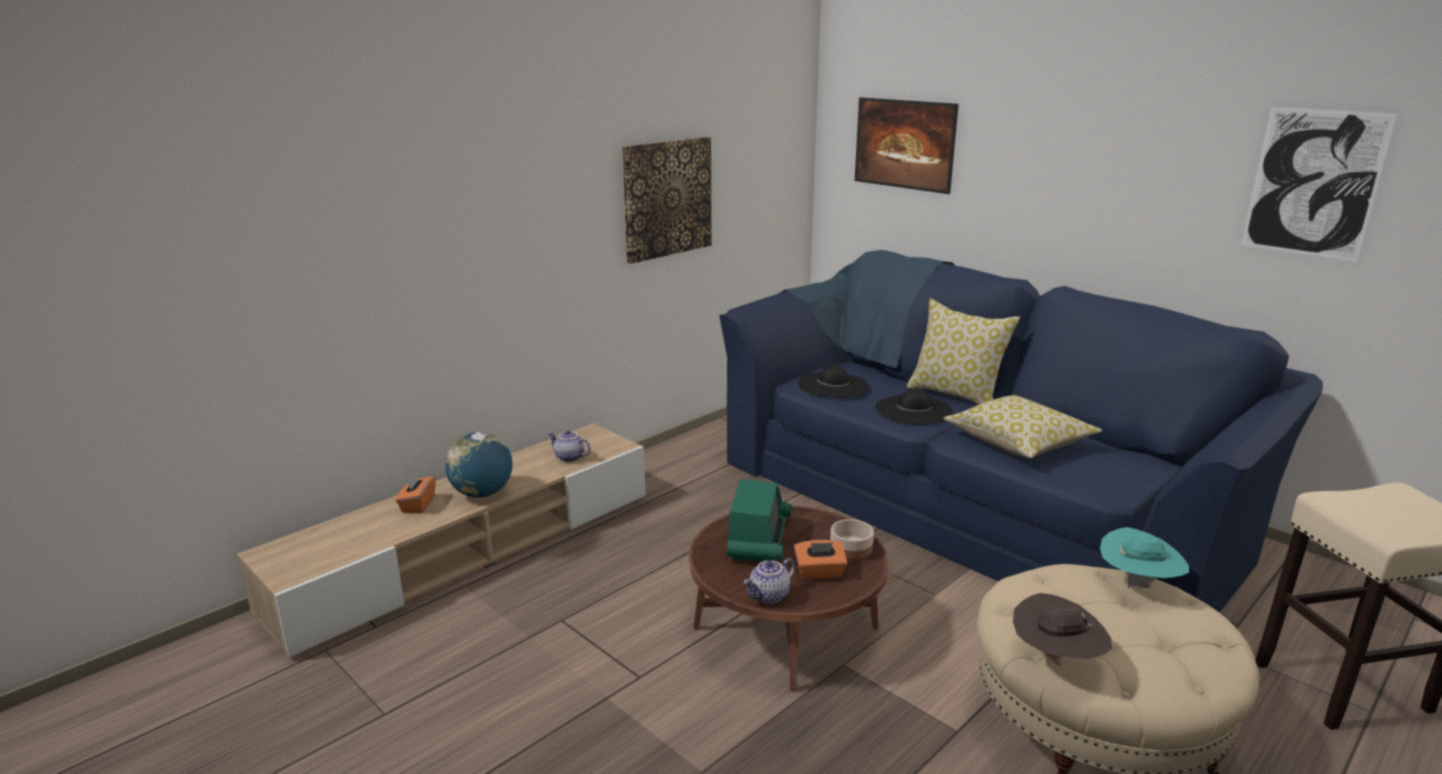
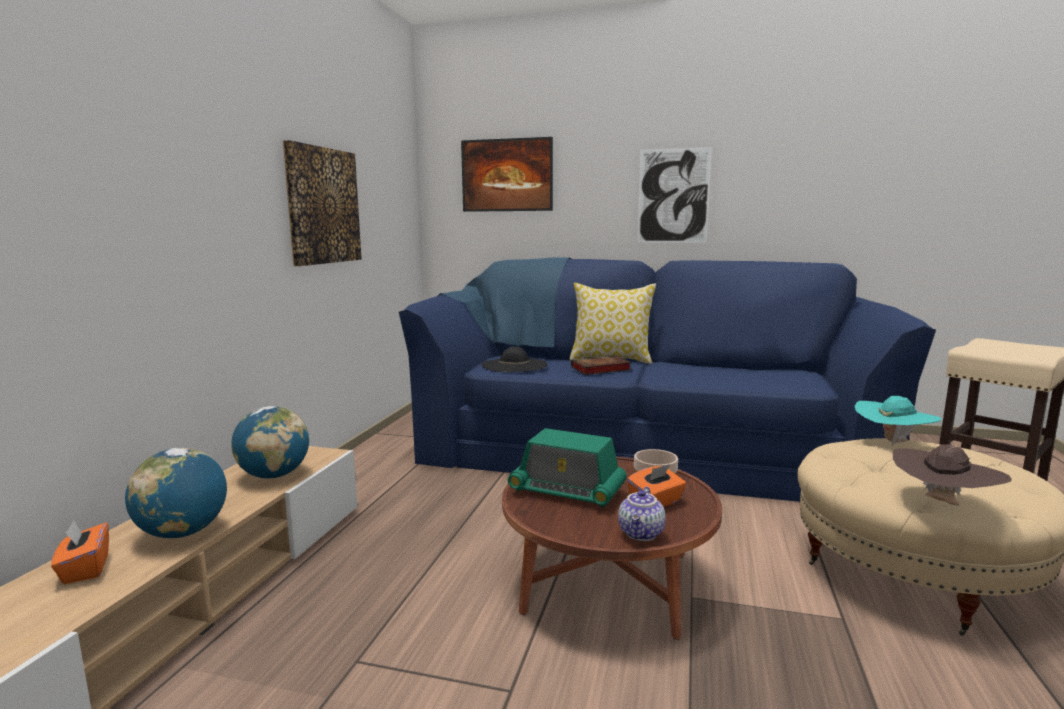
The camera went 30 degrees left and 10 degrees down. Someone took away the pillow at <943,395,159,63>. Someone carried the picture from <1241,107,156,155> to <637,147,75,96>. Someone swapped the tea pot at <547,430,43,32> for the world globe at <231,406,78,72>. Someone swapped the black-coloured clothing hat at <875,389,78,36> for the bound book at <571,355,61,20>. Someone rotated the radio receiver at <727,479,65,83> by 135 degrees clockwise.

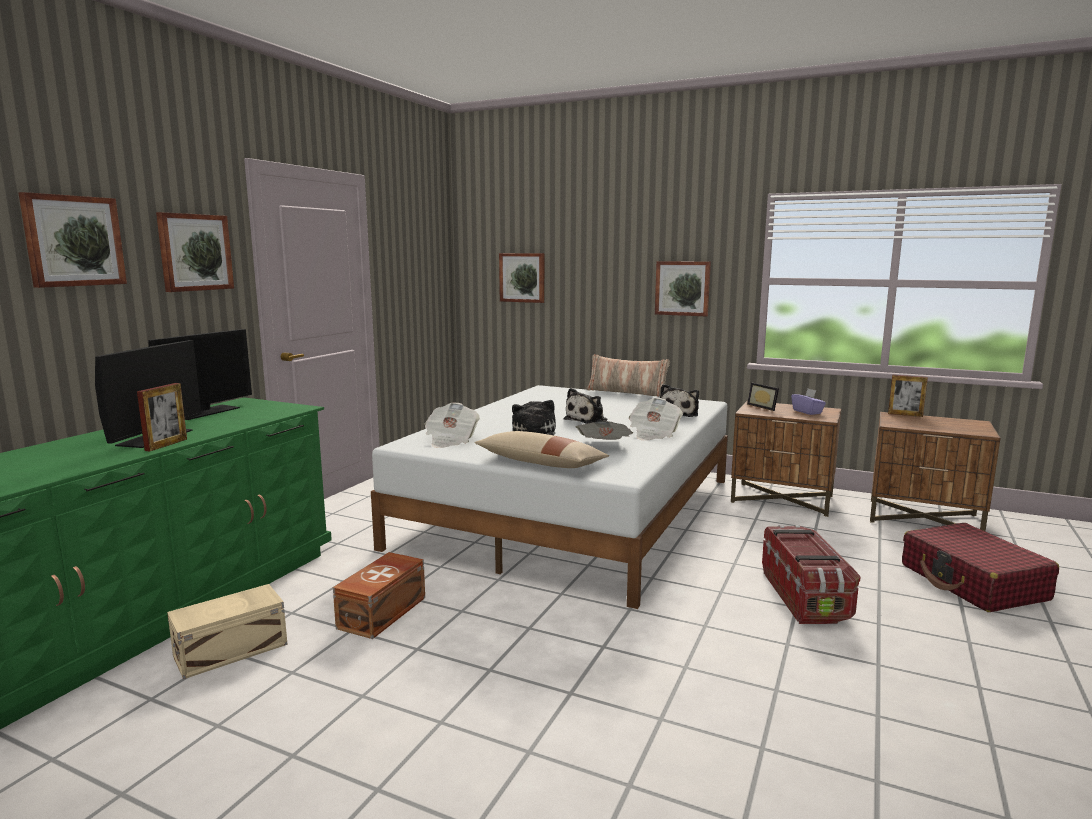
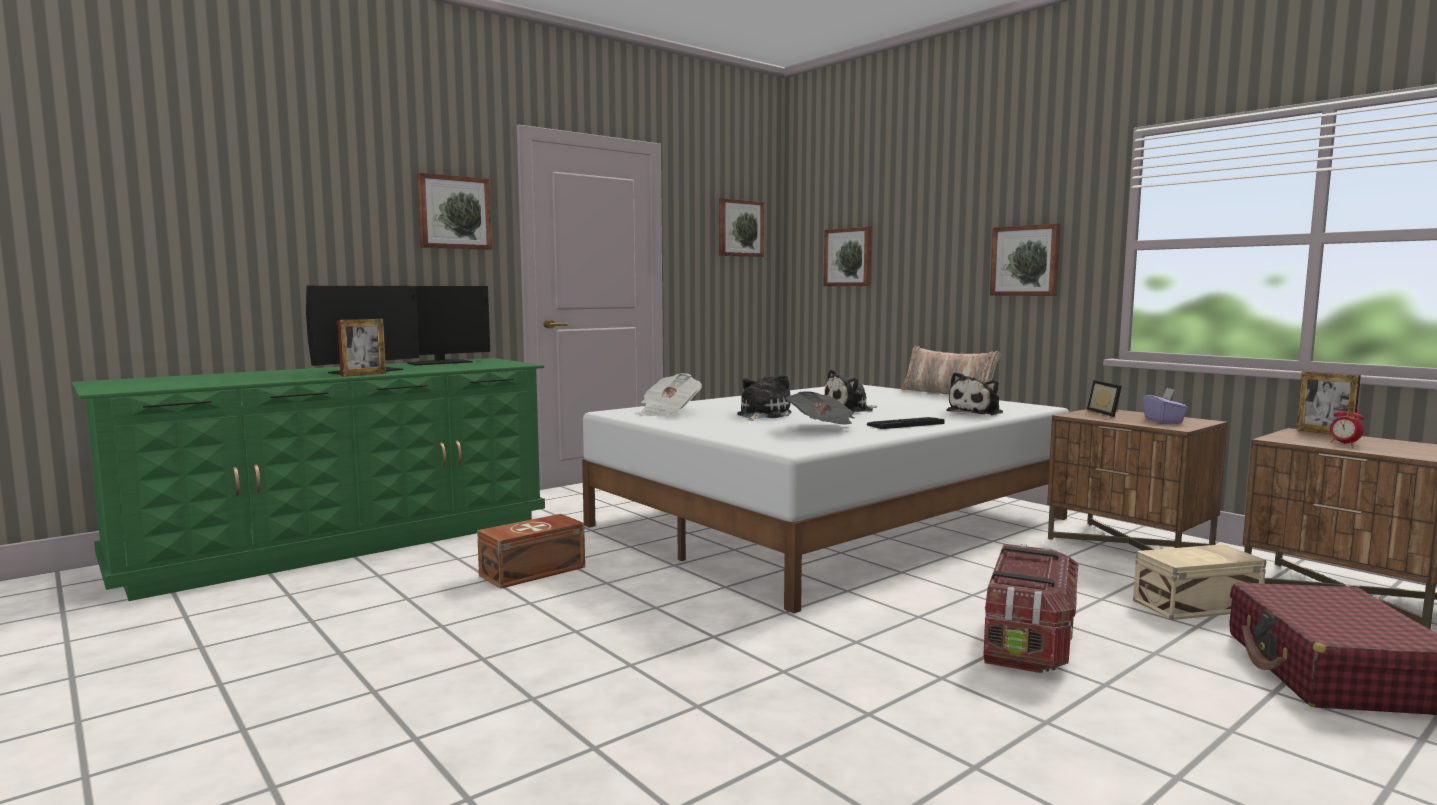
The camera went 25 degrees right and 5 degrees down. Someone took away the beige-coloured pillow at <475,431,134,37>. Someone put down the alarm clock at <1330,405,34,41>. Someone carried the picture from <18,192,109,96> to <719,198,45,59>. Someone carried the beige-coloured storage box from <167,584,121,95> to <1133,544,133,76>. Someone swapped the printed paper at <629,398,54,43> for the PC keyboard at <867,417,78,12>.

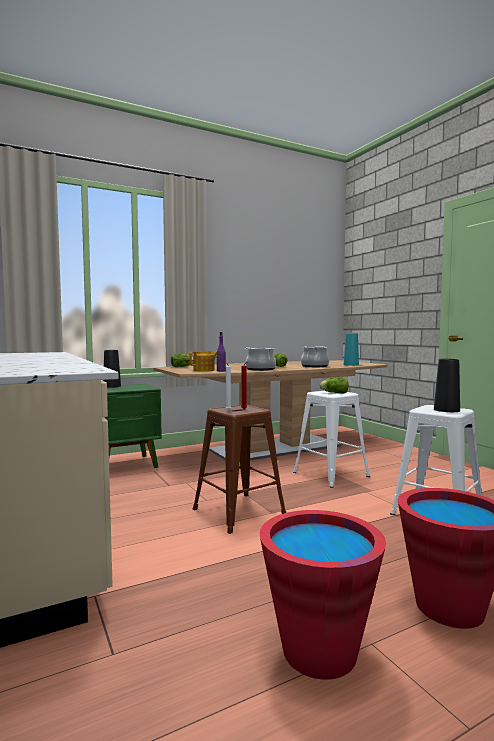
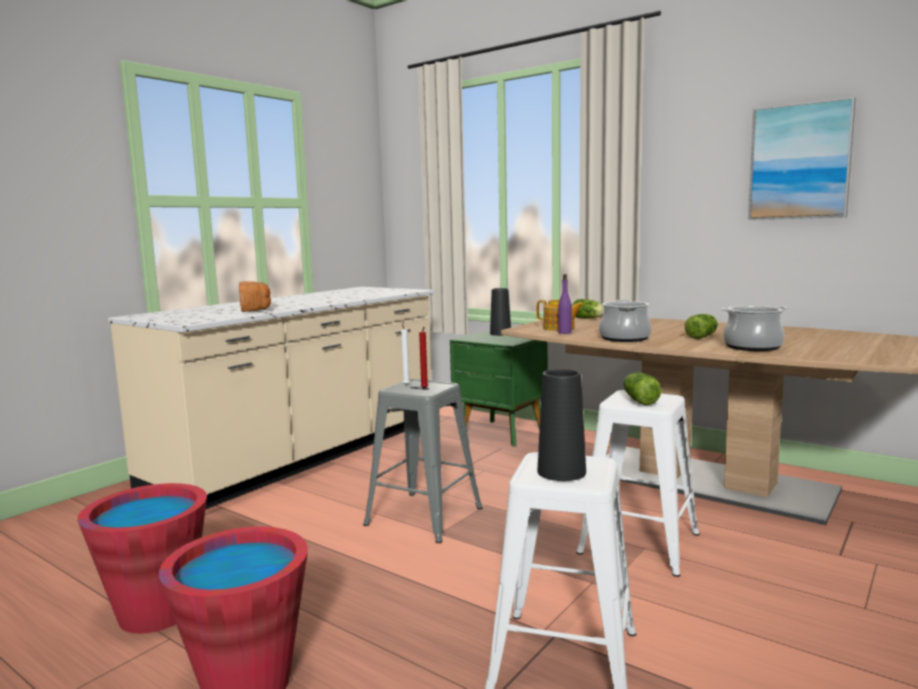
The camera went 65 degrees right and 5 degrees up. Someone took away the blue-green decorative vase at <344,333,15,33>. Someone put down the bread at <239,281,32,31>. Someone put up the picture at <748,97,108,123>. Someone repainted the brown stool at <192,405,94,129>, which became the gray stool at <363,379,120,164>.

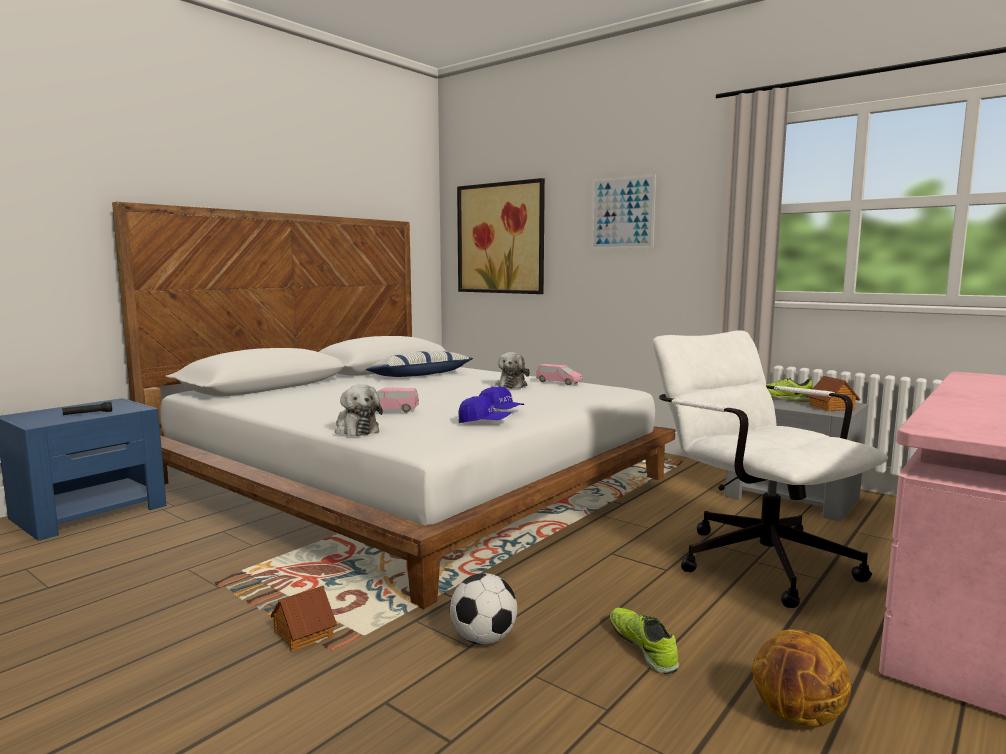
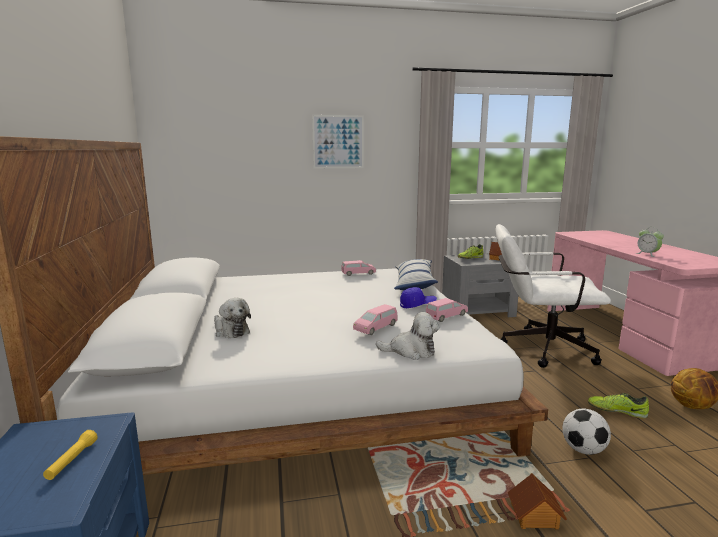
The camera went 50 degrees left and 5 degrees up. Someone took away the picture at <457,178,88,116>. Someone put down the alarm clock at <636,227,28,30>. Someone carried the pillow from <366,351,107,26> to <394,259,44,31>. Someone carried the cuddly toy from <495,352,35,37> to <214,298,37,40>. Someone swapped the bluish baseball cap at <459,396,53,27> for the pink-coloured toy car at <426,298,42,24>. Someone repainted the black-coloured torch at <62,402,50,13>, which became the yellow-coloured torch at <43,430,55,50>.

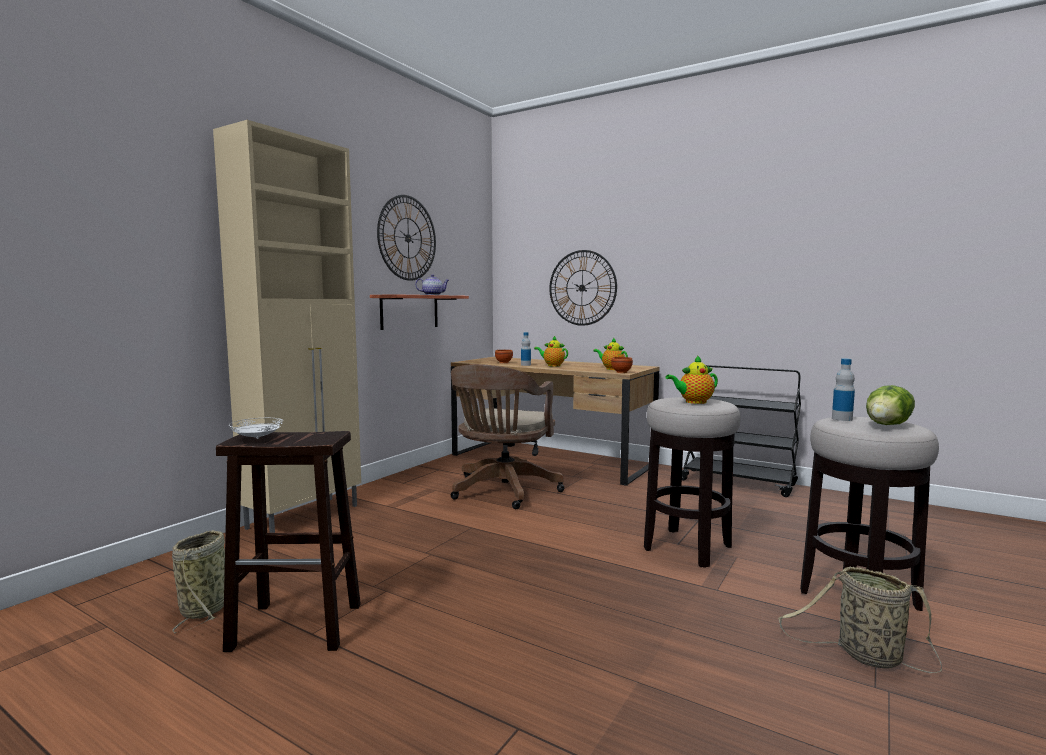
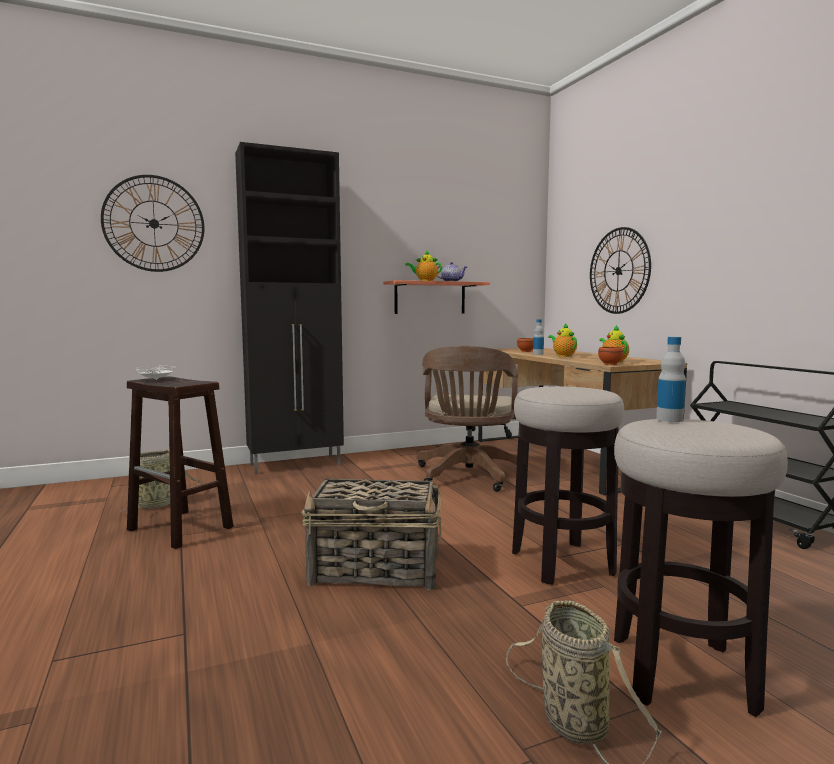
The camera went 35 degrees right and 0 degrees up. Someone took away the lettuce at <866,385,49,40>. Someone put down the basket at <301,479,140,111>. Someone carried the wall clock from <377,195,59,86> to <101,175,103,97>. Someone carried the tea pot from <665,355,53,49> to <405,250,37,31>. Someone repainted the beige-coloured cupboard at <213,120,148,413>, which became the black-coloured cupboard at <235,142,109,332>. Someone rotated the brown office chair at <451,364,114,145> by 45 degrees counterclockwise.

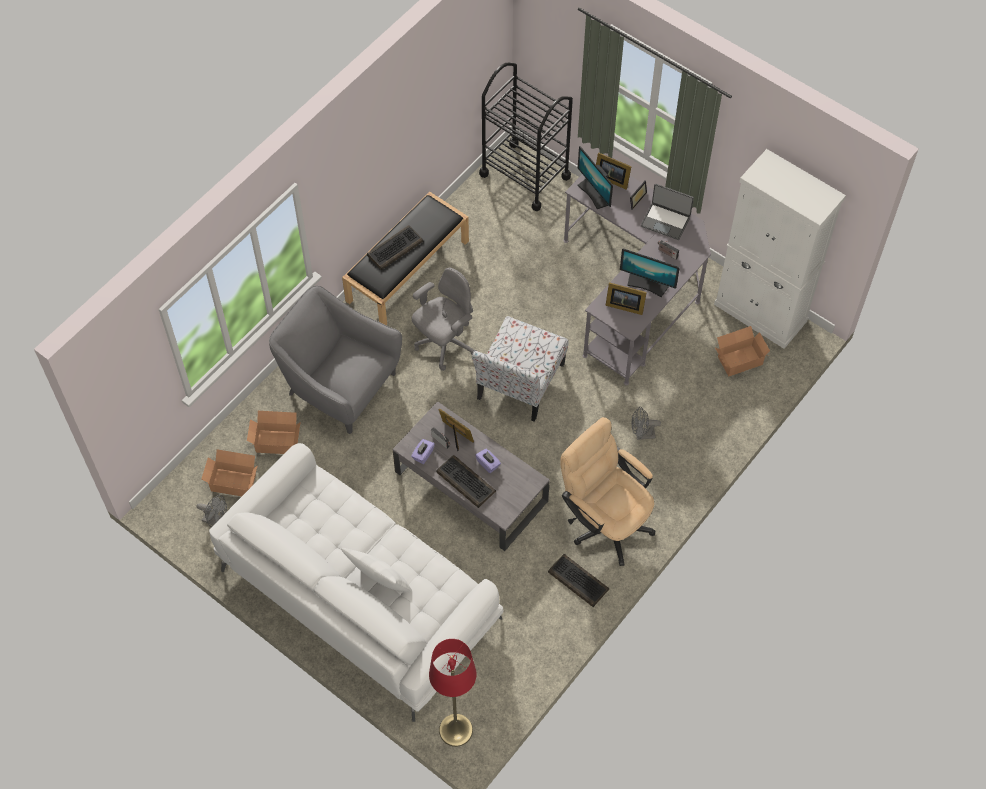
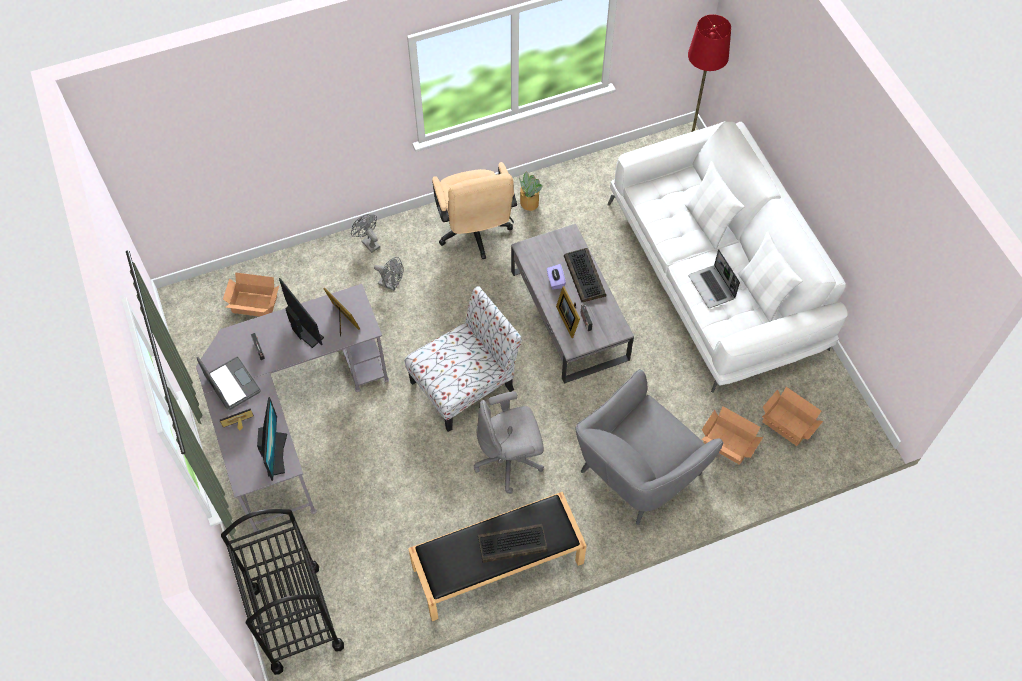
The camera went 150 degrees left and 0 degrees up. Someone took away the purple tissue holder at <411,439,24,25>. Someone took away the standing frame at <596,152,36,38>. Someone took away the whitish cupboard at <714,149,132,200>. Someone put down the portable computer at <689,249,51,59>. Someone put down the whitish pillow at <738,232,64,89>. Someone carried the gray electric fan from <197,495,30,32> to <351,214,29,39>. Someone swapped the PC keyboard at <548,554,62,53> for the houseplant at <519,171,23,40>. Someone rotated the gray armchair at <269,285,133,149> by 75 degrees clockwise.

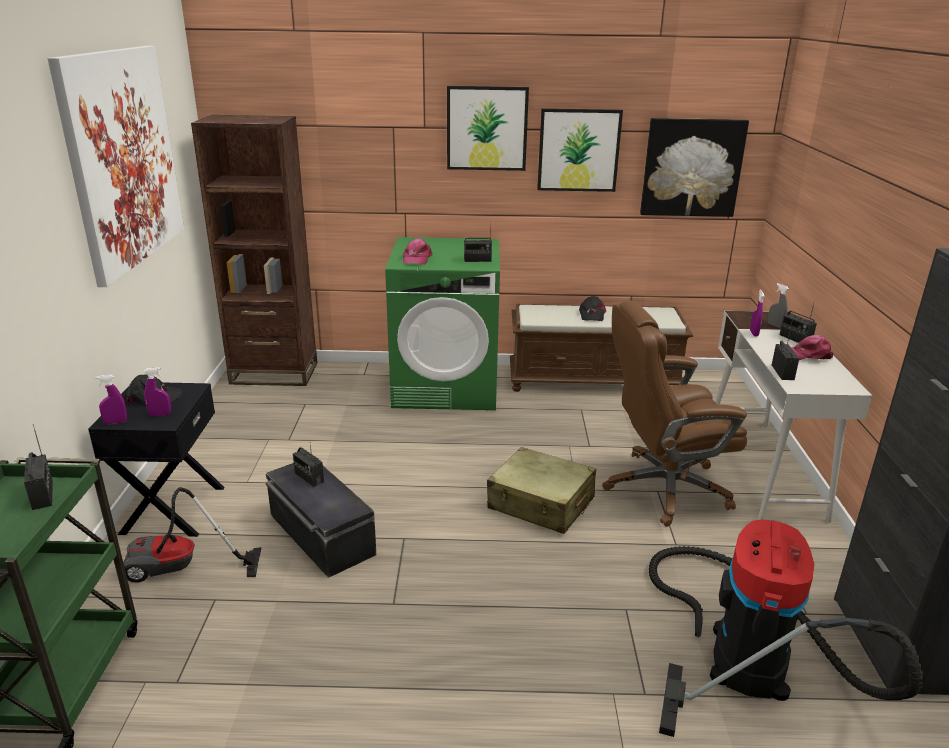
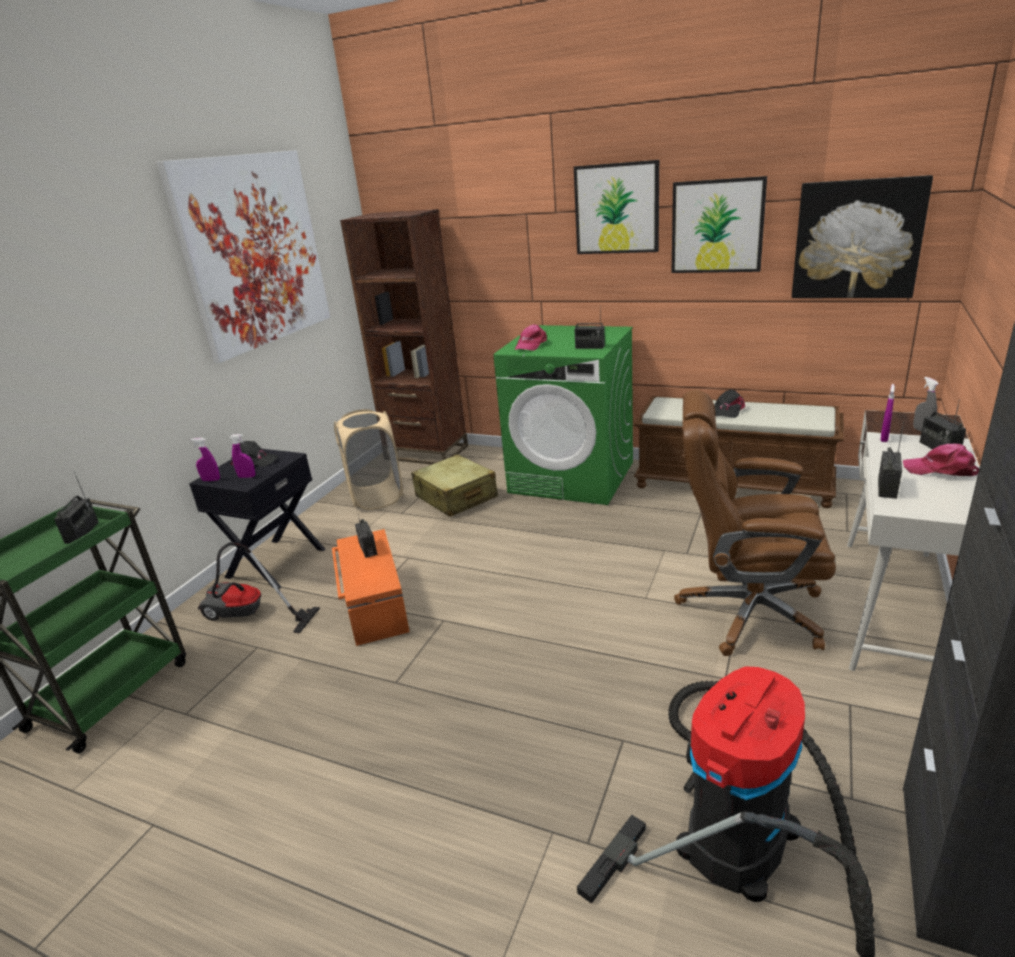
The camera went 25 degrees right and 0 degrees up. Someone put down the beige-coloured laundry basket at <334,409,69,101>. Someone carried the beige-coloured piece of luggage from <487,447,109,87> to <411,454,87,63>. Someone repainted the black-coloured storage box at <266,463,110,115>, which became the orange-coloured storage box at <332,529,78,117>.

